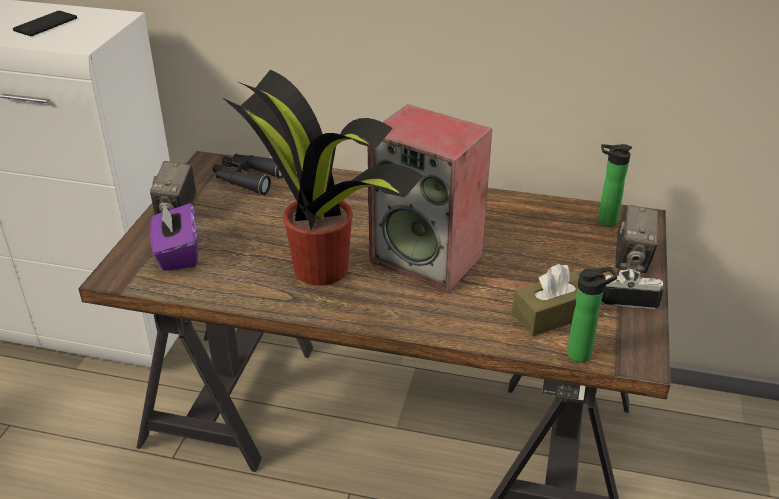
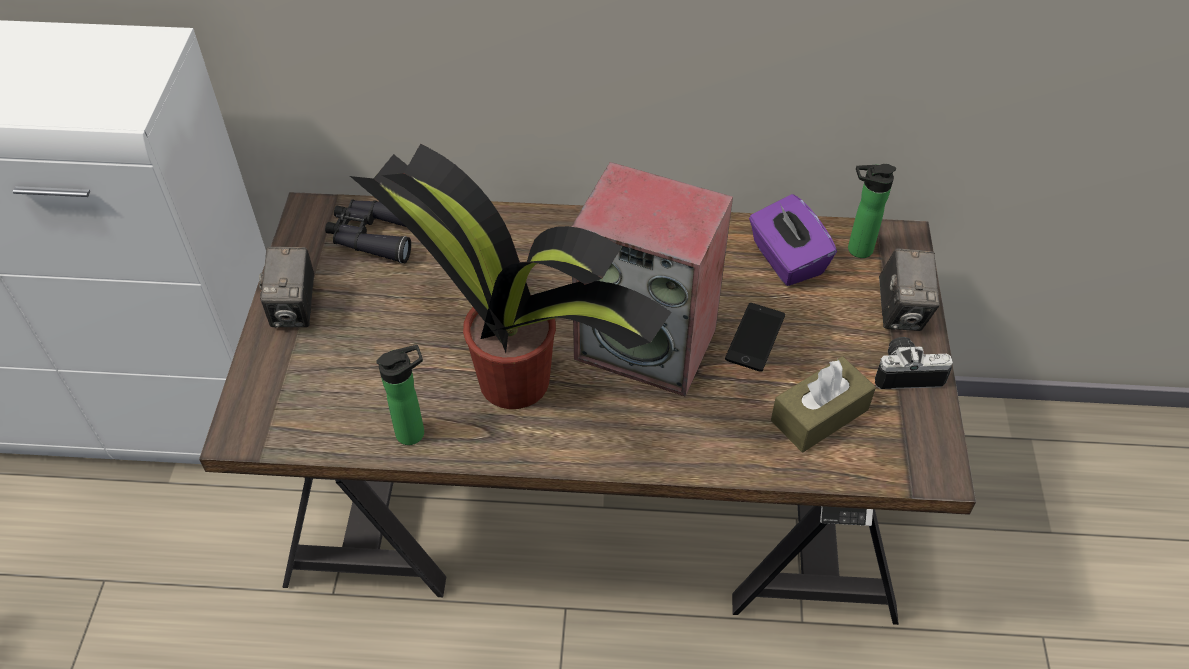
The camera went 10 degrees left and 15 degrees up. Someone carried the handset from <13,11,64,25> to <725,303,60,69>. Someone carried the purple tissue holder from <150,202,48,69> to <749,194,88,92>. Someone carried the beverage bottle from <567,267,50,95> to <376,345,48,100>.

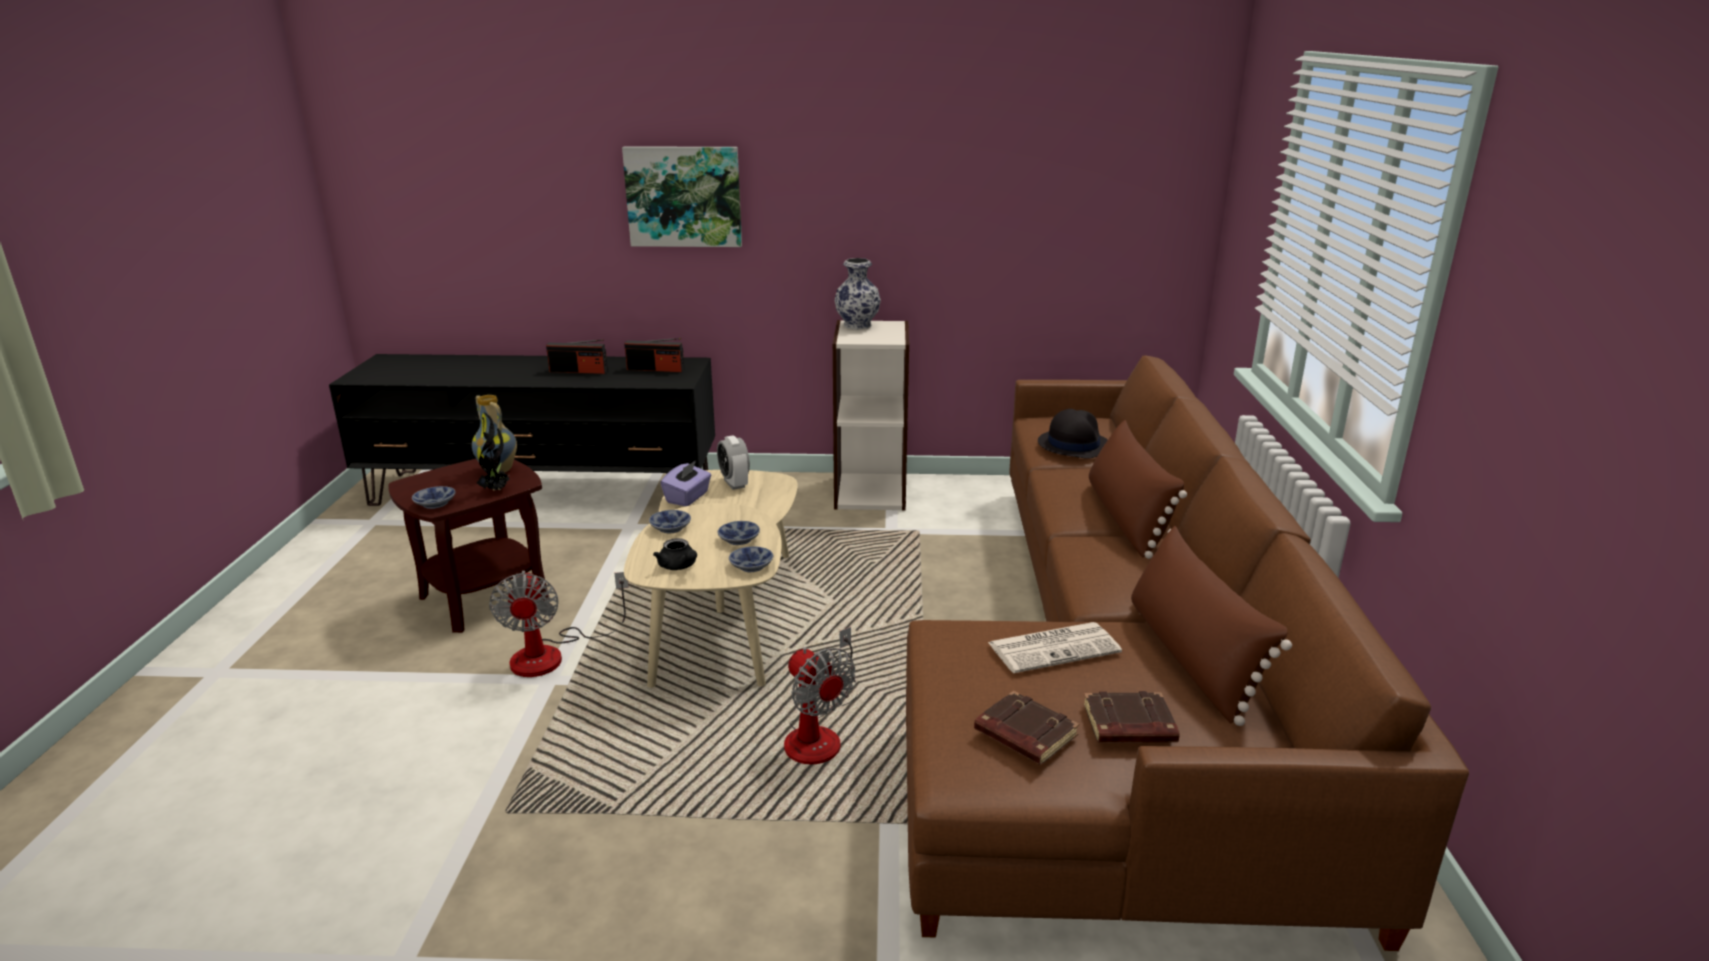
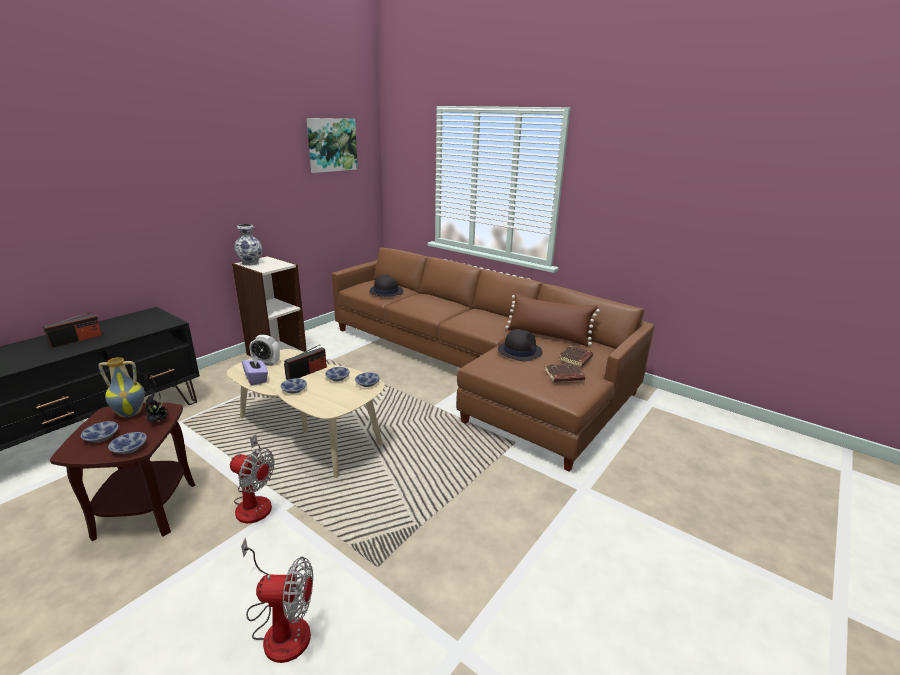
The camera went 55 degrees left and 0 degrees up. Someone took away the black-coloured tea pot at <653,538,44,32>. Someone took away the brown pillow at <1089,420,98,139>. Someone put down the serving bowl at <81,421,38,22>. Someone carried the picture from <622,146,120,101> to <306,118,52,55>. Someone carried the radio receiver from <624,338,60,34> to <284,344,43,36>. Someone carried the electric fan from <784,627,73,137> to <241,537,72,126>. Someone swapped the printed paper at <988,622,134,51> for the black-coloured clothing hat at <498,329,45,32>.

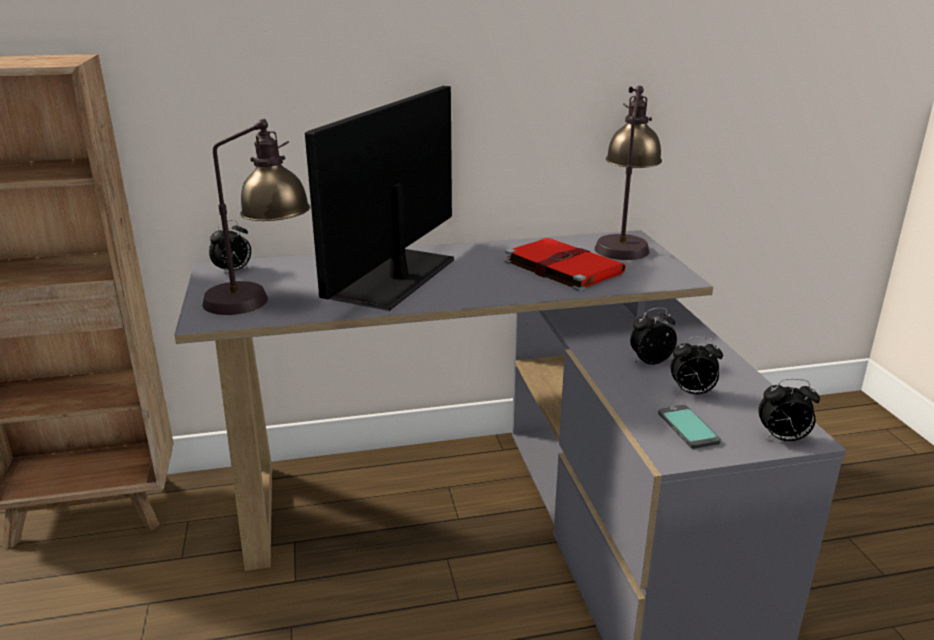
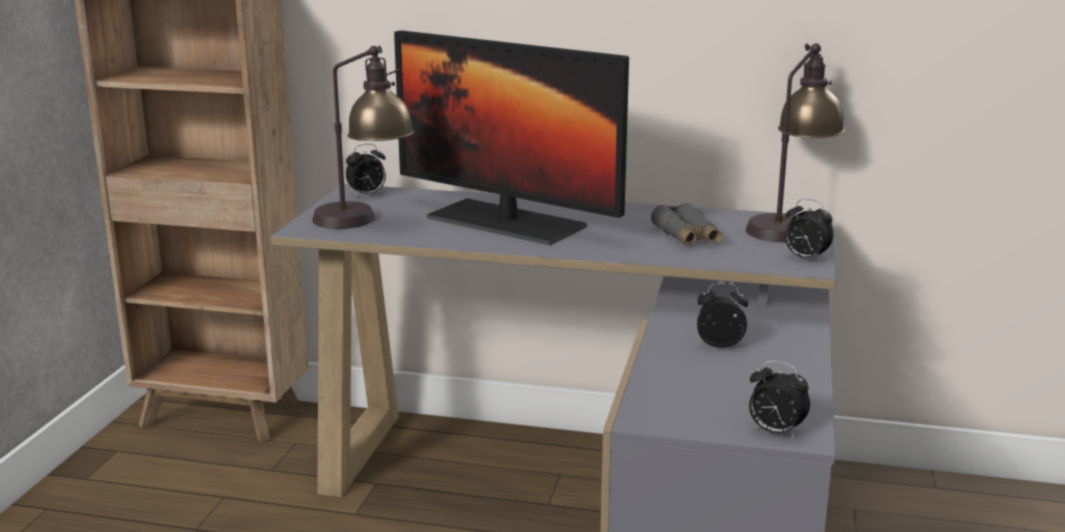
The camera went 25 degrees right and 5 degrees down. Someone took away the handset at <658,405,63,44>. Someone carried the alarm clock from <670,337,53,57> to <785,199,49,62>. Someone swapped the red bound book at <505,238,121,53> for the gray binoculars at <651,203,72,42>. Someone rotated the computer display at <305,86,149,225> by 105 degrees counterclockwise.

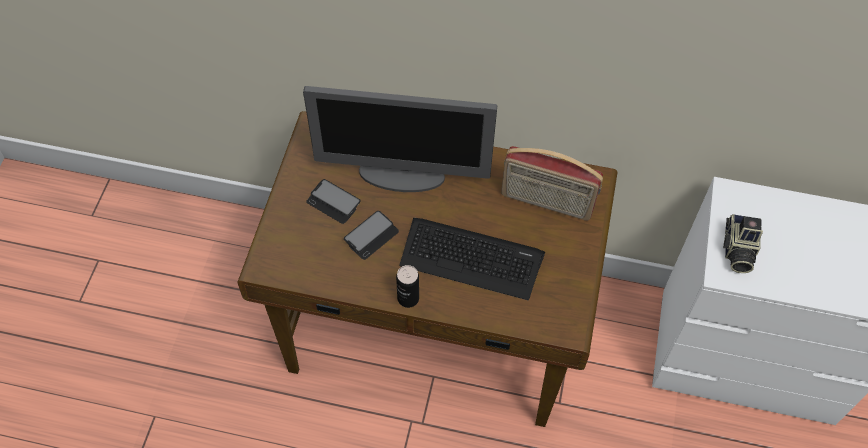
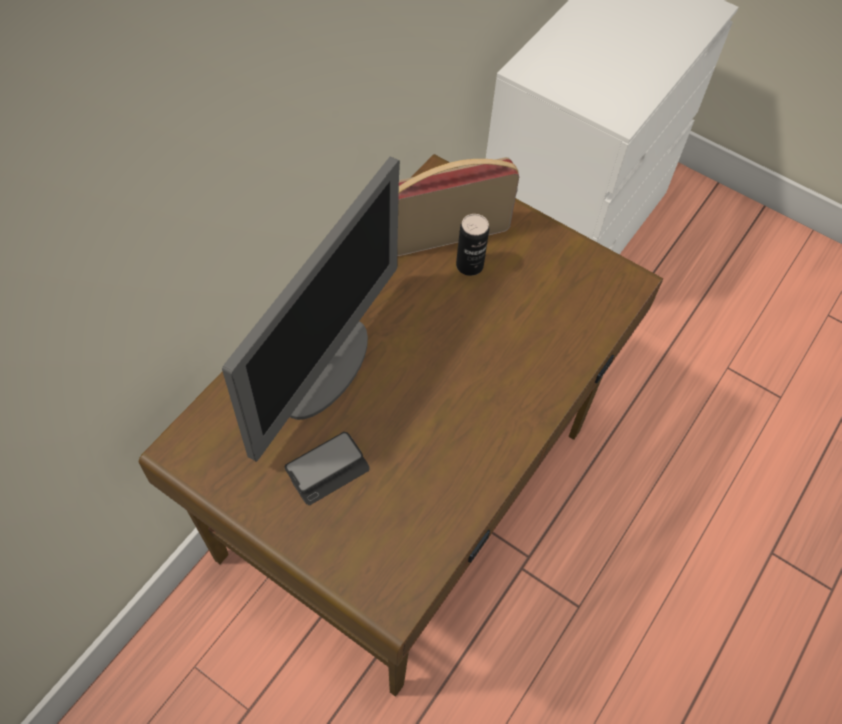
The camera went 70 degrees left and 0 degrees up. Someone took away the handset at <344,211,55,49>. Someone took away the PC keyboard at <399,218,146,82>. Someone took away the still camera at <723,214,40,59>. Someone carried the metal can from <396,265,23,43> to <456,214,33,62>. Someone rotated the radio receiver at <501,146,102,75> by 150 degrees counterclockwise.

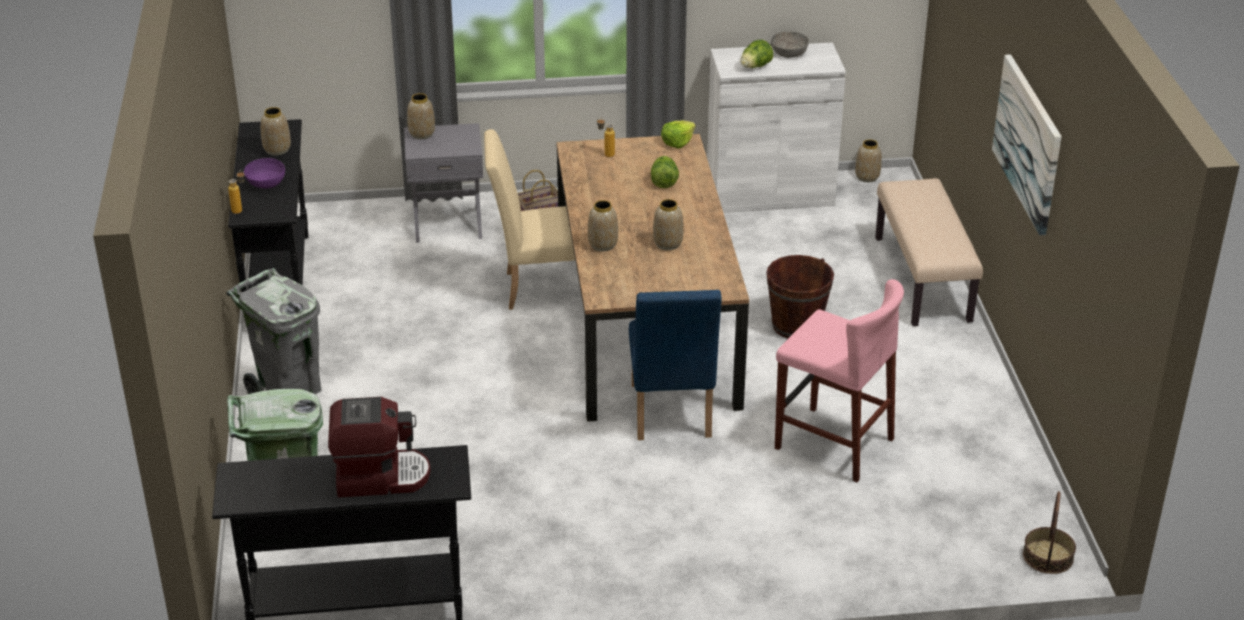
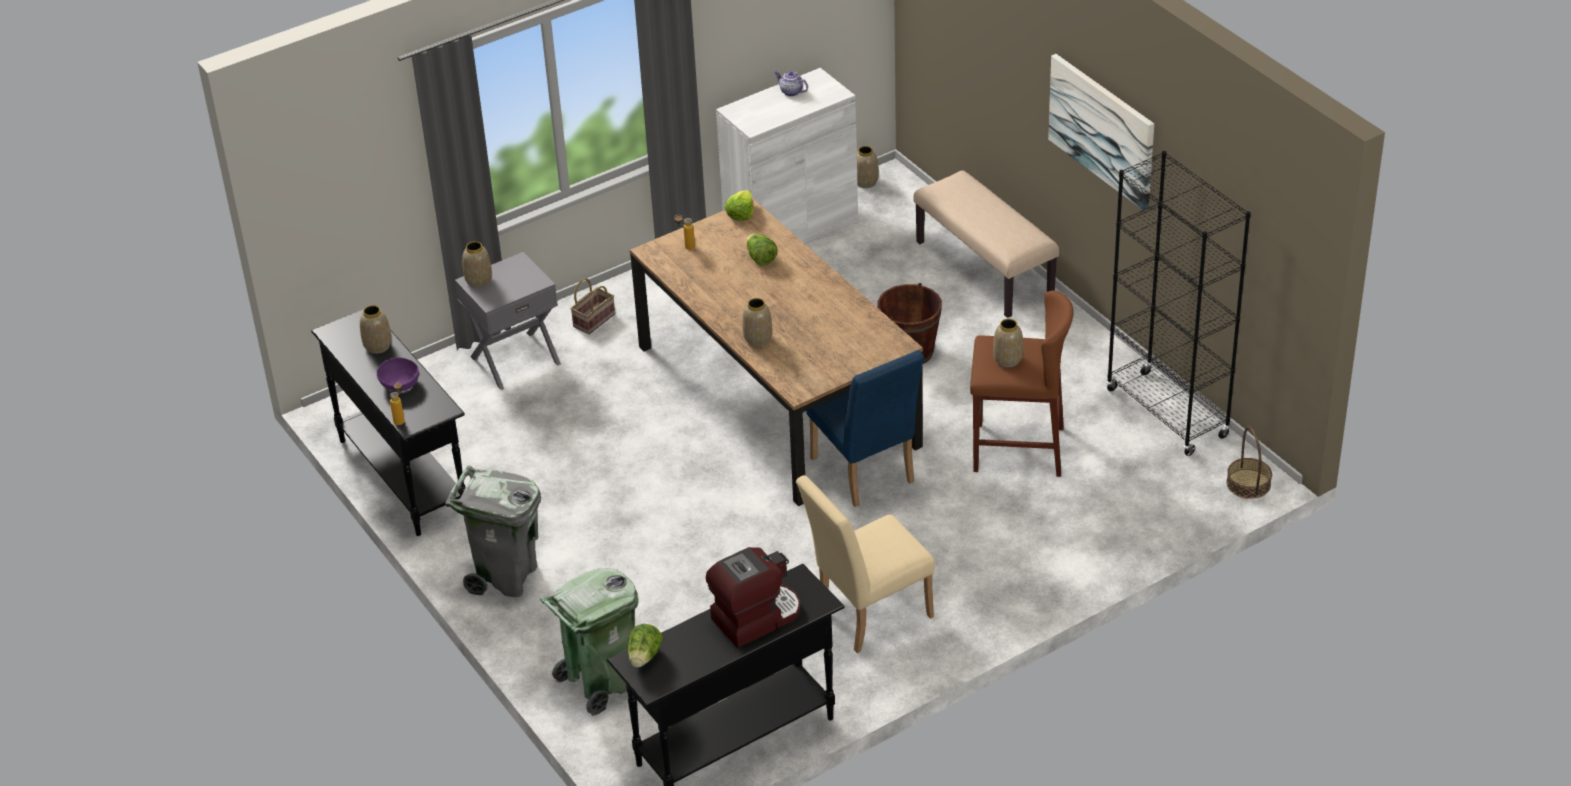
The camera went 25 degrees left and 5 degrees up. Someone put down the black-coloured bookcase at <1106,151,145,305>. Someone carried the beige-coloured chair from <484,129,91,181> to <796,475,139,178>. Someone carried the decorative vase from <653,199,31,51> to <993,319,30,49>. Someone carried the lettuce from <740,39,33,29> to <627,624,36,43>. Someone swapped the gray serving bowl at <771,32,38,26> for the tea pot at <774,72,34,24>. Someone repainted the pink-coloured stool at <775,279,129,203>, which became the brown stool at <970,291,103,186>.

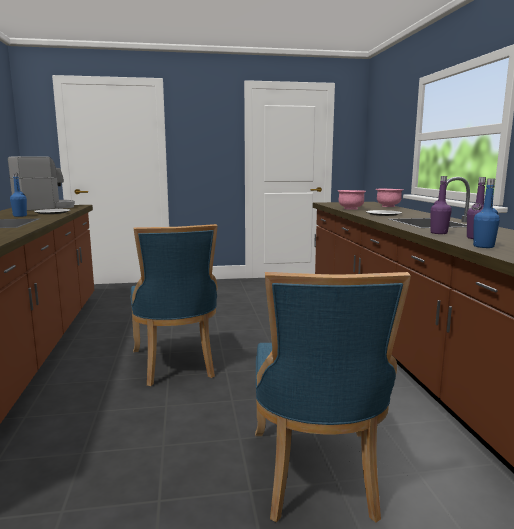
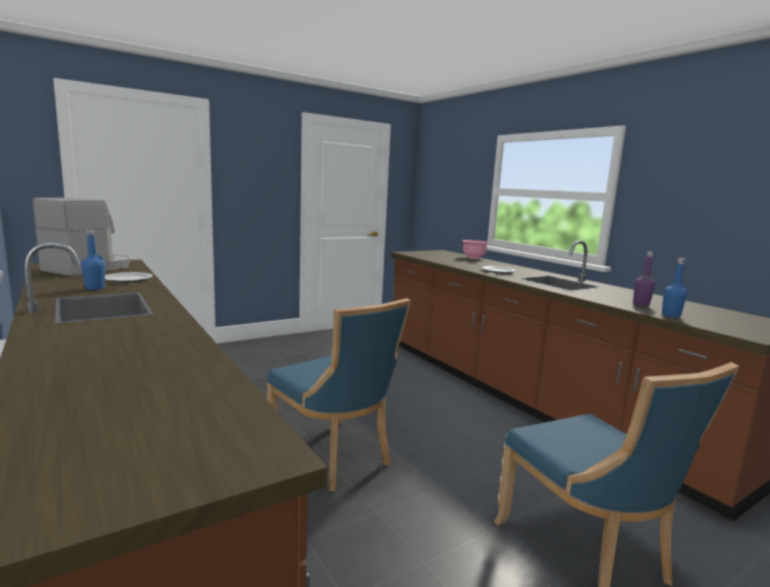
The camera went 25 degrees left and 0 degrees up. Someone took away the pink-coloured serving bowl at <337,190,29,20>. Someone took away the purple beverage bottle at <430,176,22,58>.

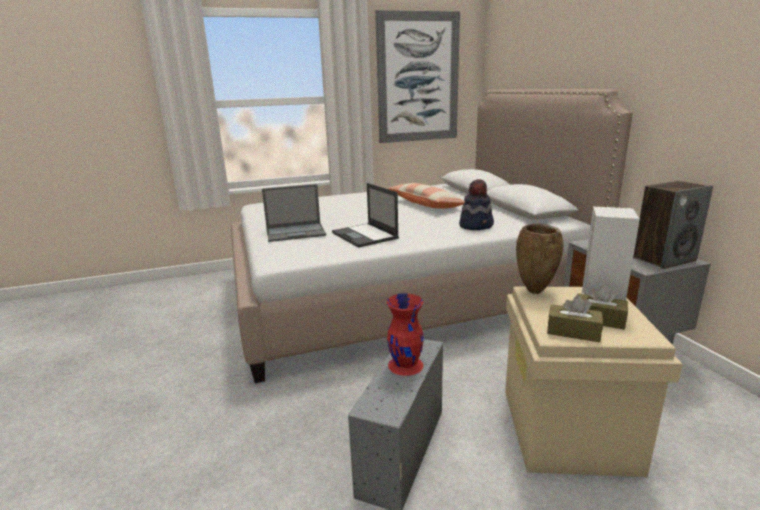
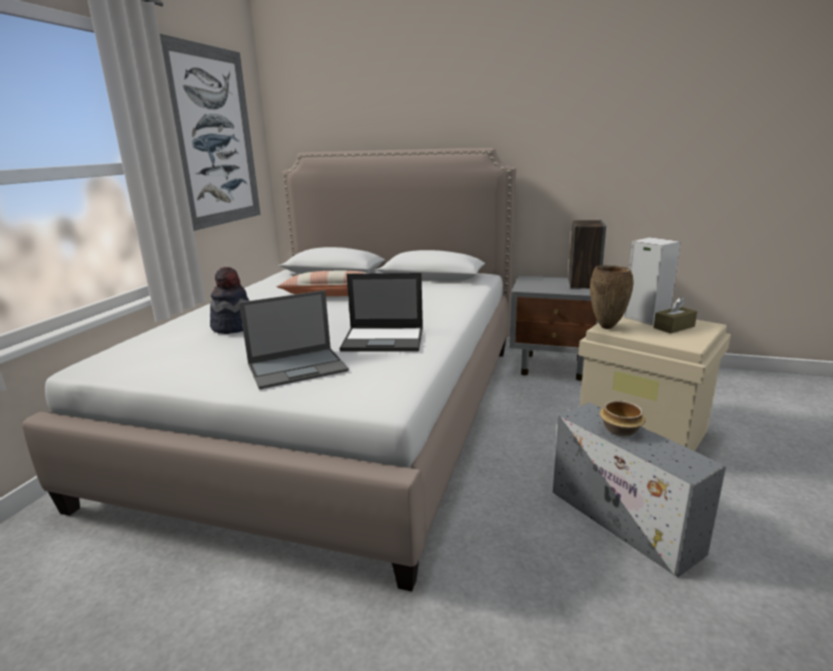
The camera went 55 degrees left and 0 degrees up. Someone took away the brown tissue holder at <547,295,56,47>. Someone carried the clothing hat from <459,179,35,51> to <210,267,39,67>. Someone swapped the red decorative vase at <387,293,37,83> for the serving bowl at <600,401,46,36>. Someone rotated the portable computer at <262,184,64,58> by 45 degrees clockwise.

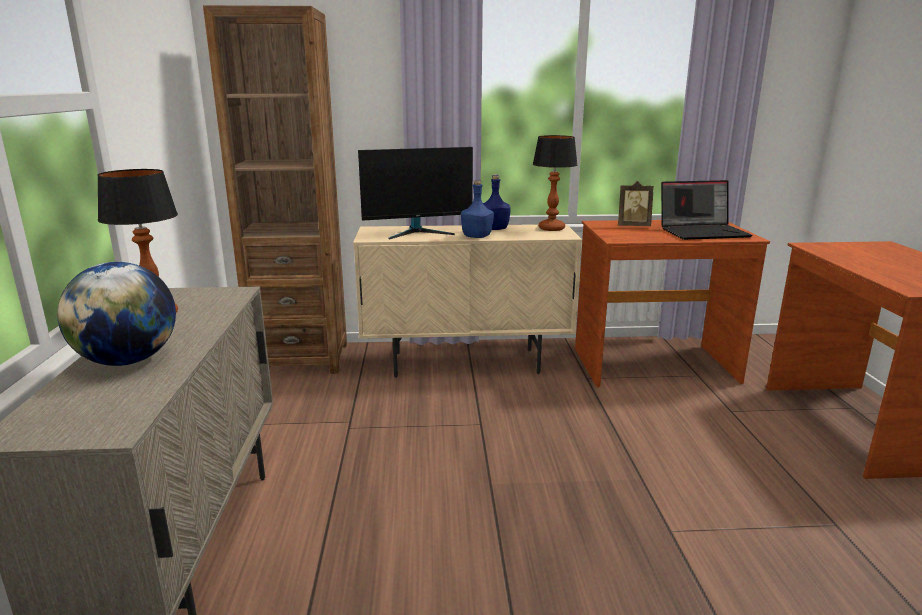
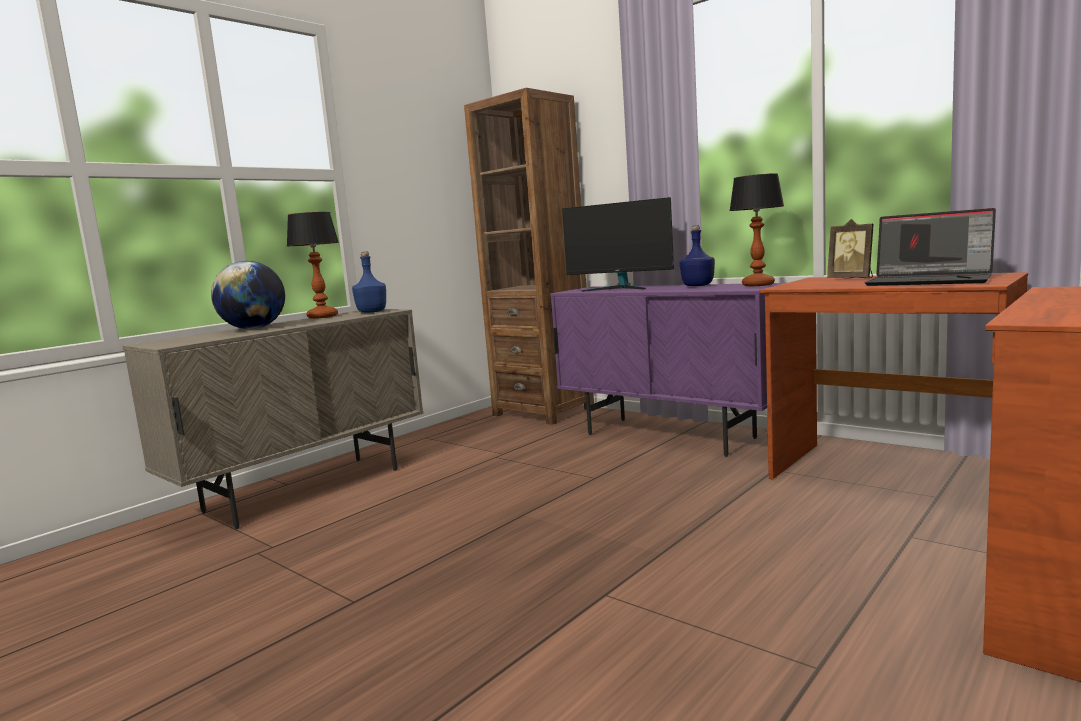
The camera went 45 degrees right and 10 degrees down. Someone carried the bluish beverage bottle from <461,180,33,58> to <352,252,34,61>. Someone repainted the beige-coloured cupboard at <353,224,229,154>, which became the purple cupboard at <550,283,235,174>.

